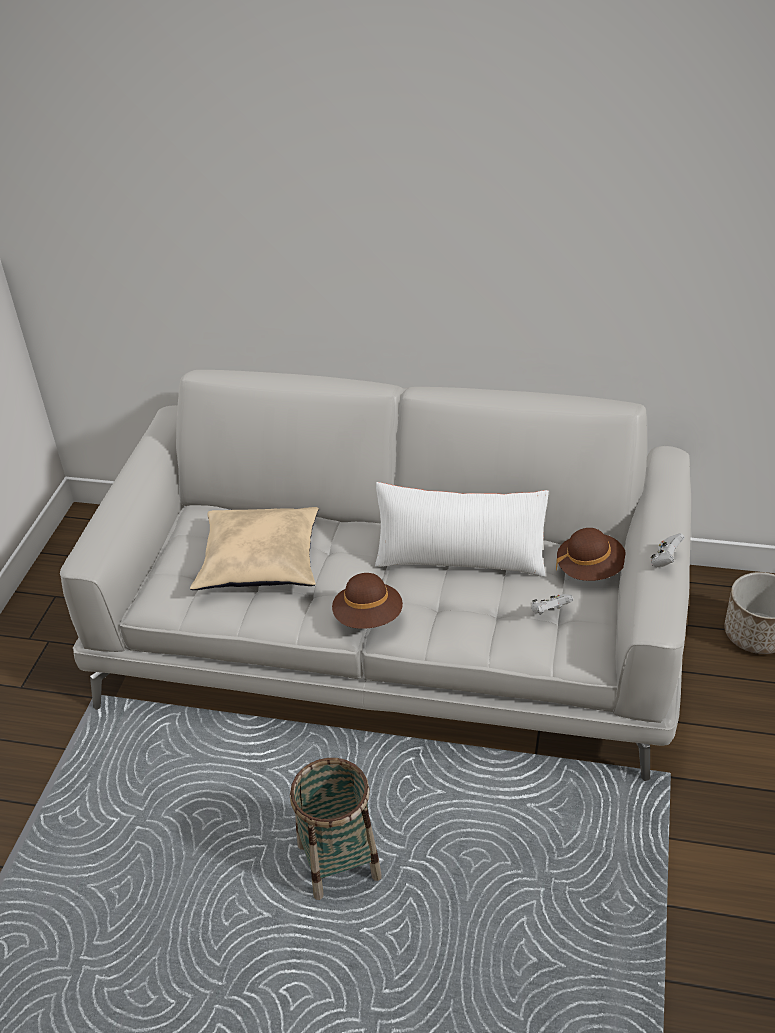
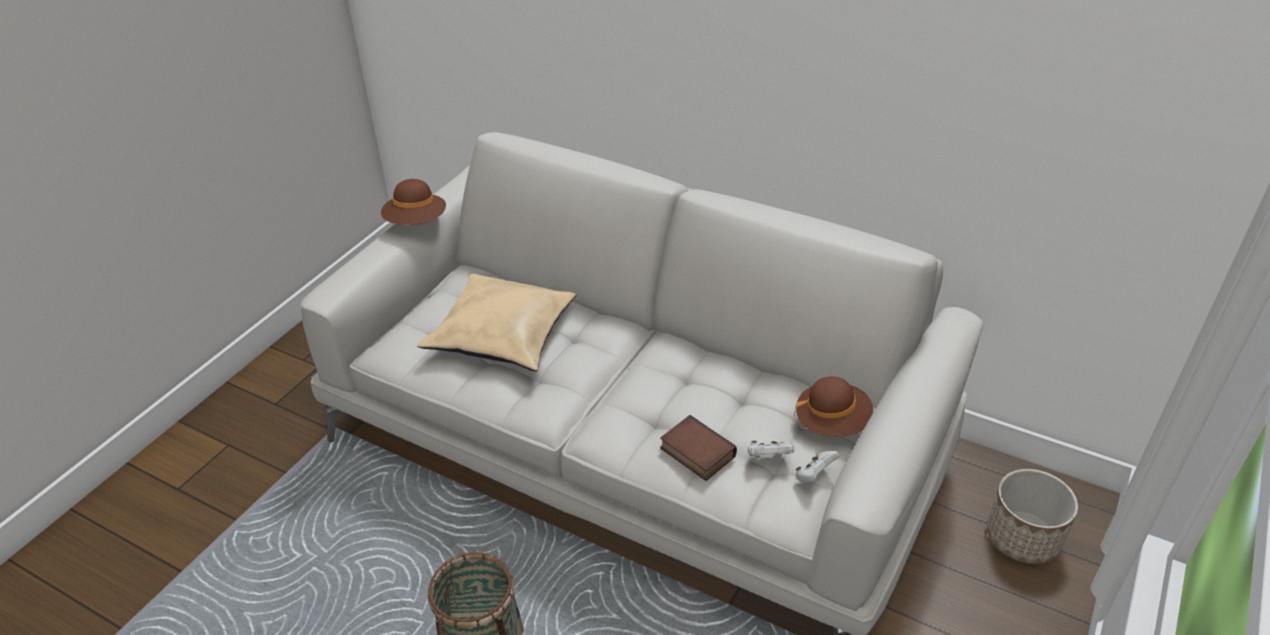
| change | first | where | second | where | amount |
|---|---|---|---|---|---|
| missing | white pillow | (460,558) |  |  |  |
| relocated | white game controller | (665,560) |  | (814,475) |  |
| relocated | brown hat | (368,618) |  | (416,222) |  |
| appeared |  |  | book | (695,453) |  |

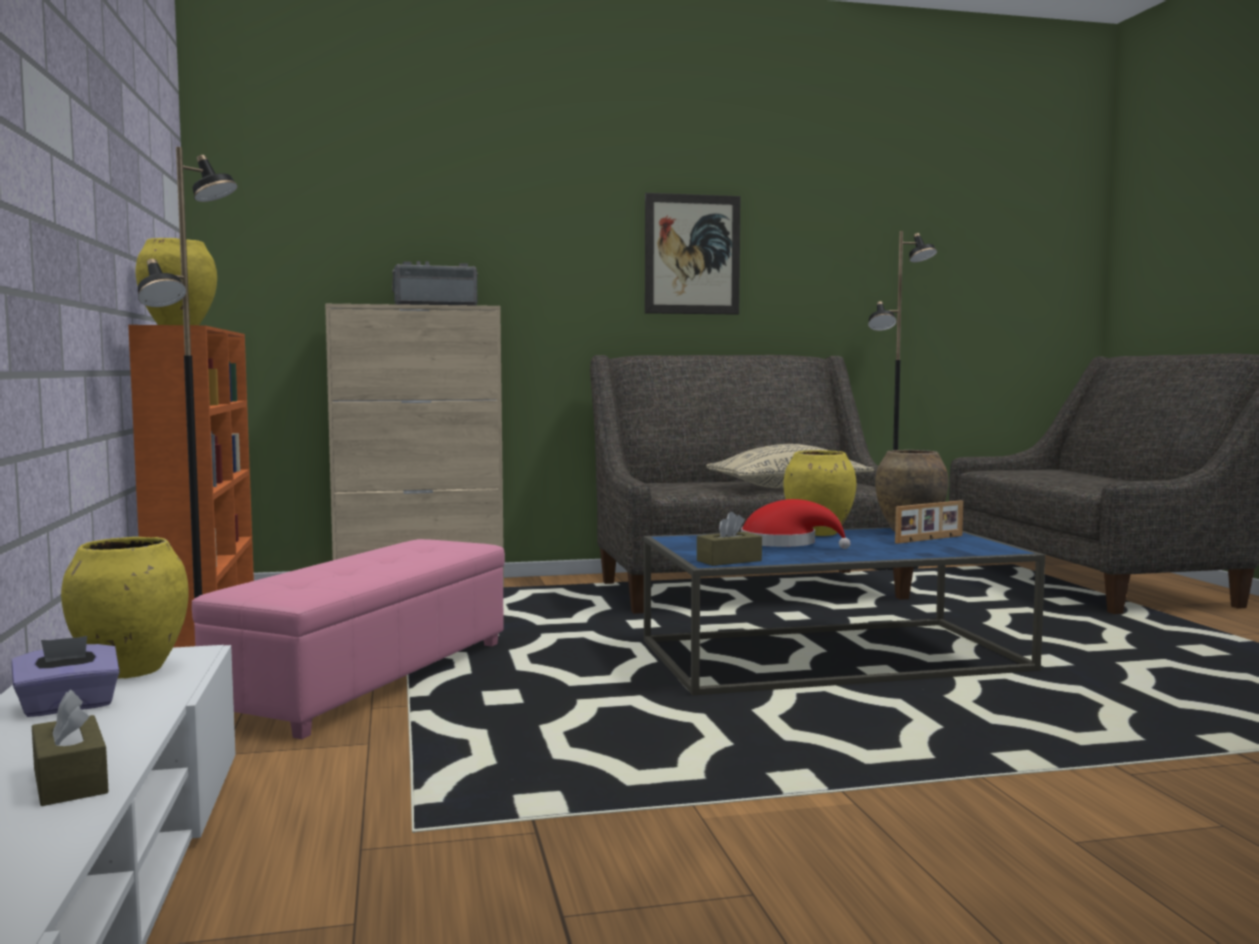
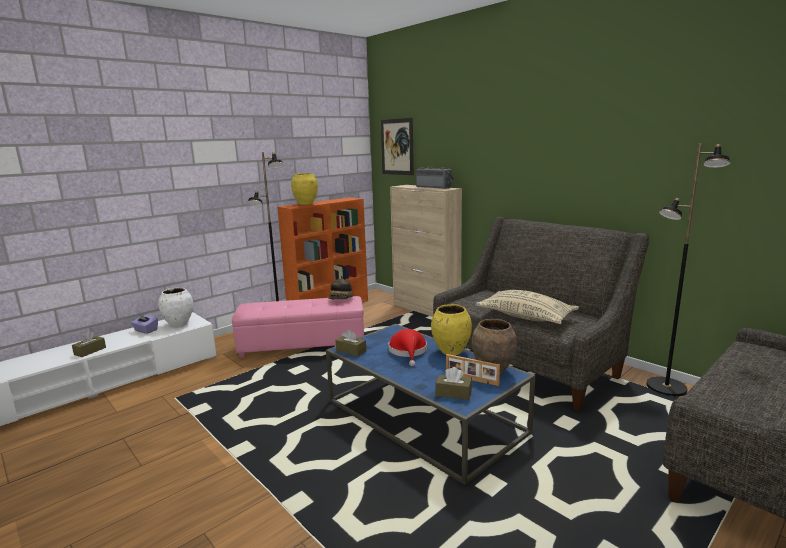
| change | first | where | second | where | amount |
|---|---|---|---|---|---|
| relocated | picture | (692,254) |  | (397,147) |  |
| colour | yellow vase | (129,671) | white vase | (178,324) |  |
| appeared |  |  | hat | (341,300) |  |
| appeared |  |  | brown tissue box | (453,393) |  |

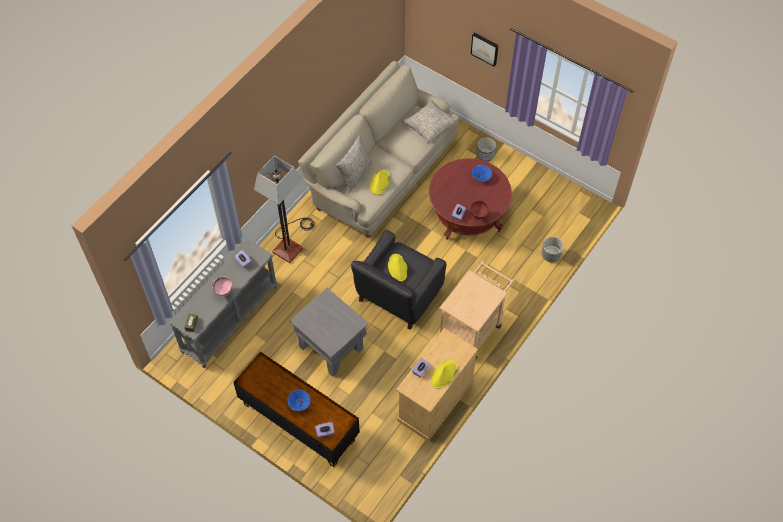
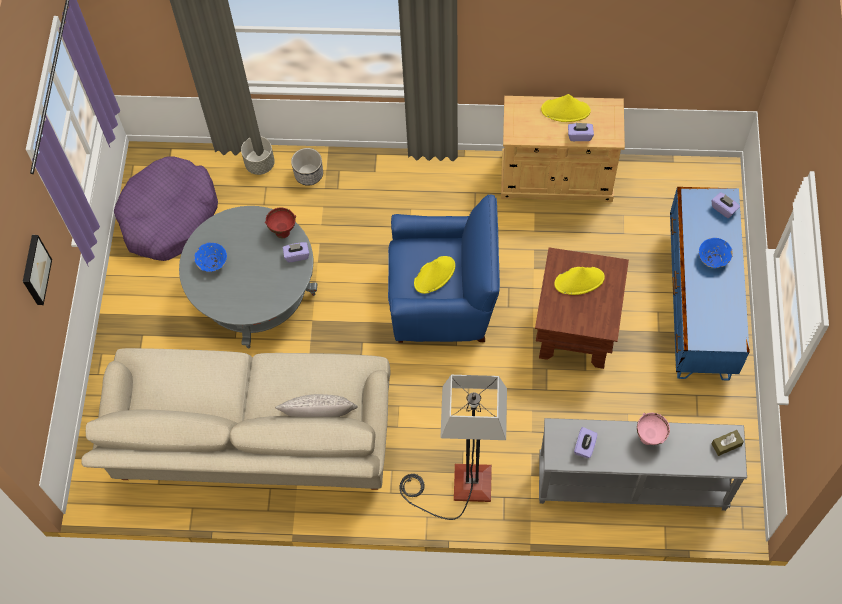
| change | first | where | second | where | amount |
|---|---|---|---|---|---|
| missing | grey pillow | (429,125) |  |  |  |
| relocated | planter | (485,154) |  | (308,174) |  |
| colour | red coffee table | (467,213) | grey coffee table | (254,292) |  |
| relocated | yellow hat | (379,183) |  | (579,281) |  |
| colour | black armchair | (397,296) | blue armchair | (444,300) |  |
| missing | beige cart | (473,328) |  |  |  |
| colour | grey side table | (331,347) | brown side table | (575,331) |  |
| colour | brown tv stand | (299,421) | blue tv stand | (698,303) |  |
| appeared |  |  | purple dog bed | (168,216) |  |

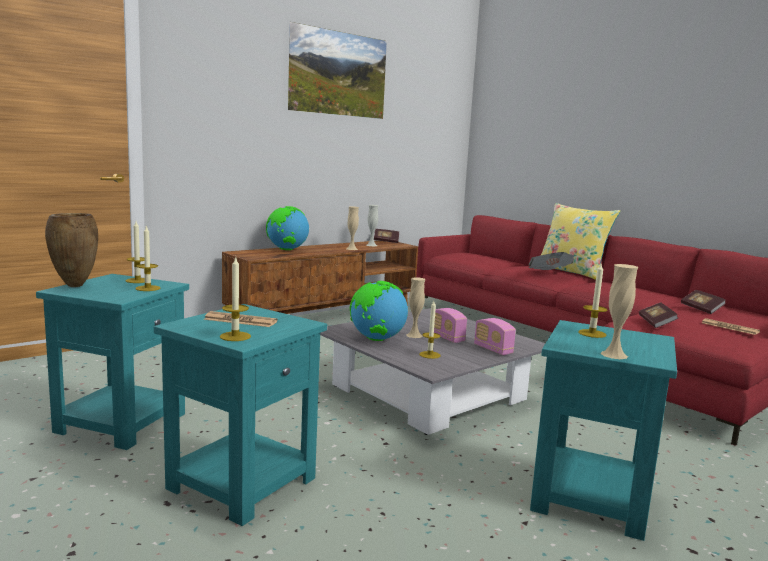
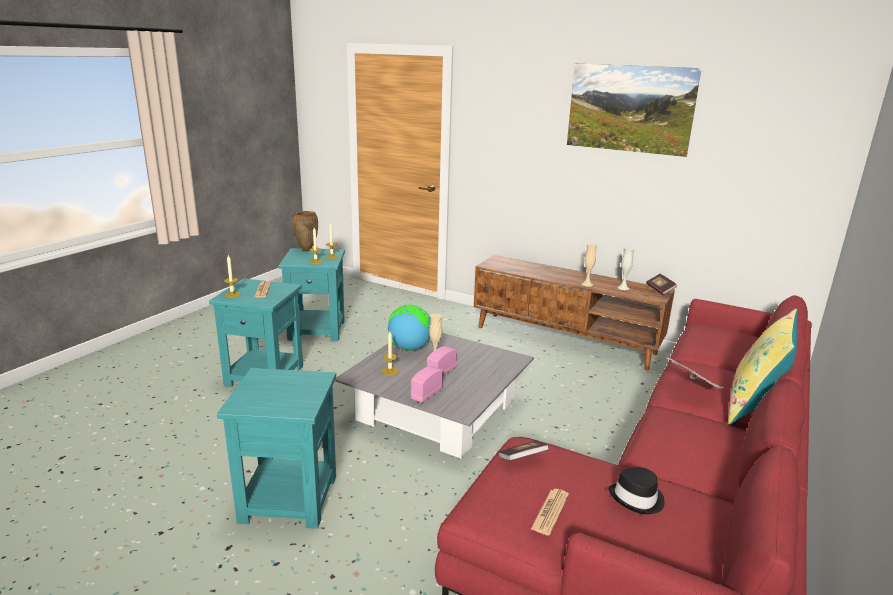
| change | first | where | second | where | amount |
|---|---|---|---|---|---|
| missing | globe | (287,250) |  |  |  |
| missing | candle | (592,333) |  |  |  |
| missing | beige vase | (614,355) |  |  |  |
| exchanged | book | (701,309) | black hat | (637,498) |  |

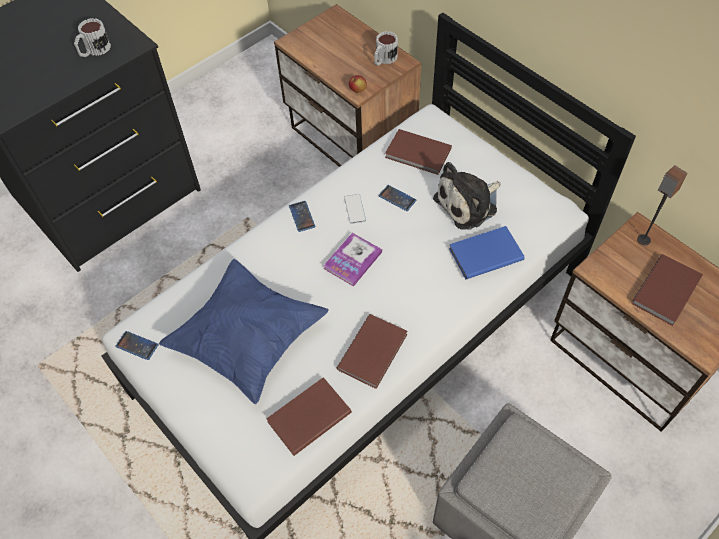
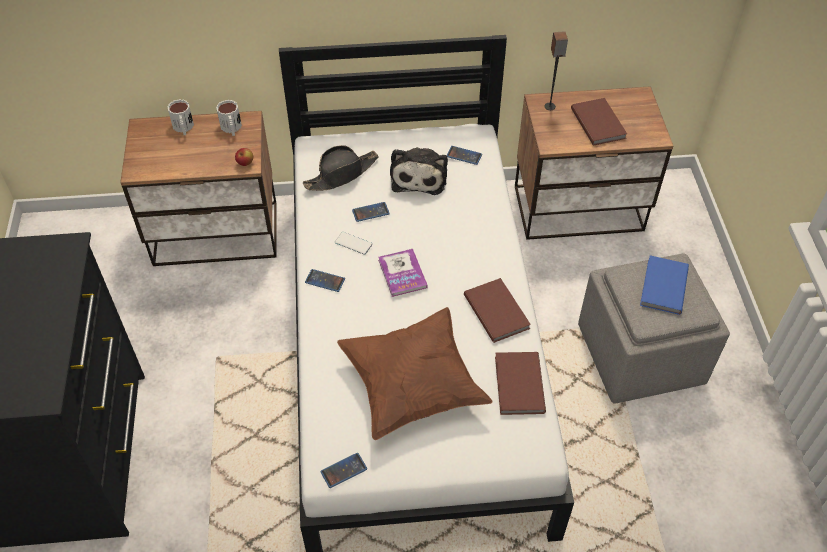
| change | first | where | second | where | amount |
|---|---|---|---|---|---|
| relocated | mug | (94,50) |  | (183,128) |  |
| exchanged | brown book | (418,154) | black hat | (341,174) |  |
| relocated | blue book | (484,253) |  | (662,287) |  |
| colour | blue pillow | (248,340) | brown pillow | (412,386) |  |
| appeared |  |  | phone | (464,155) |  |

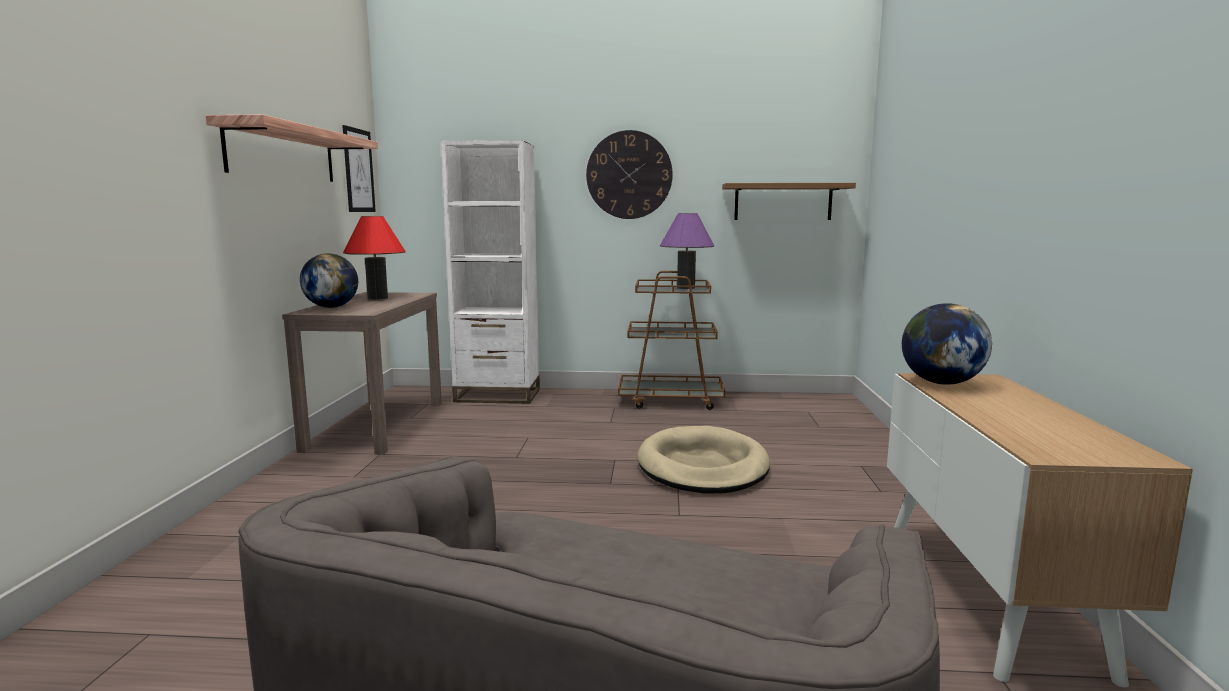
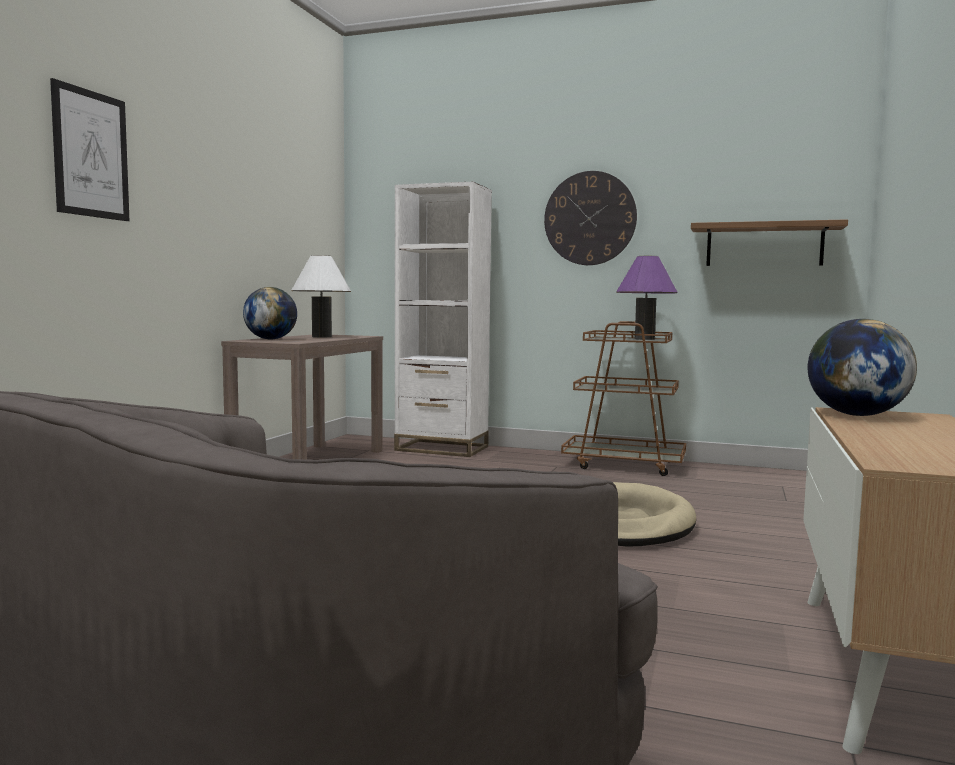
| change | first | where | second | where | amount |
|---|---|---|---|---|---|
| missing | shelf | (283,154) |  |  |  |
| relocated | picture | (358,170) |  | (91,154) |  |
| colour | red table lamp | (377,298) | white table lamp | (321,336) |  |

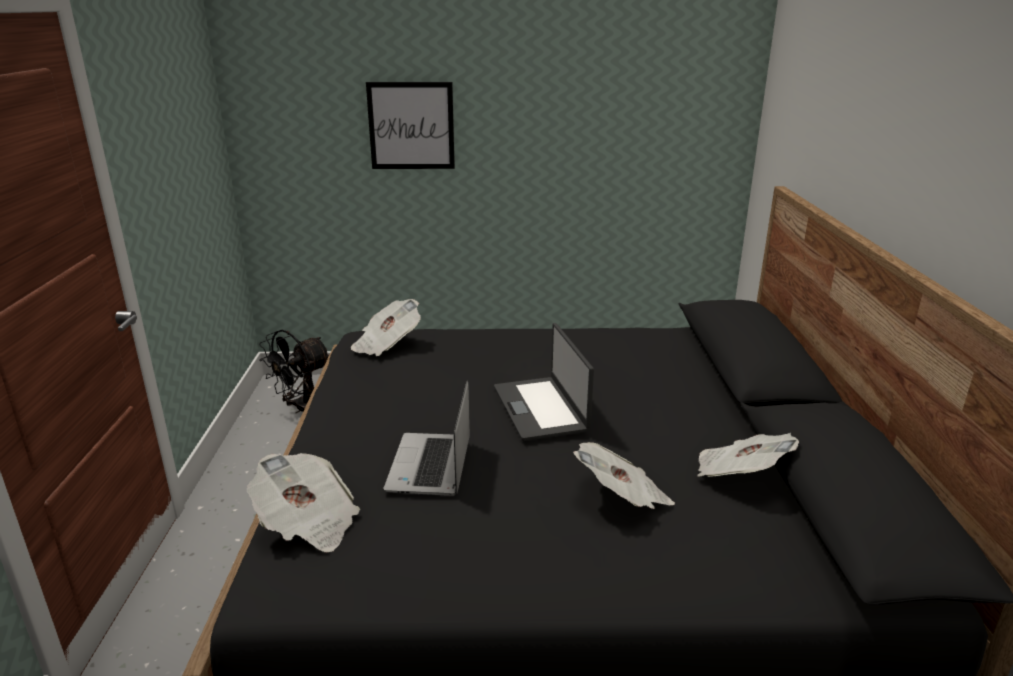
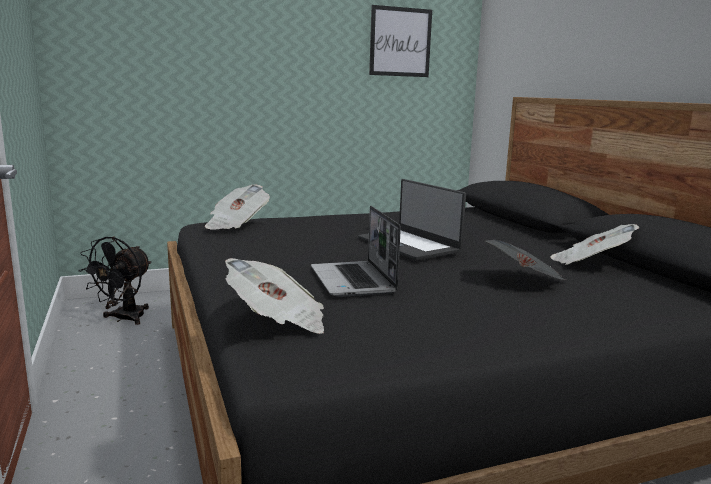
| change | first | where | second | where | amount |
|---|---|---|---|---|---|
| relocated | picture | (411,126) |  | (400,42) |  |

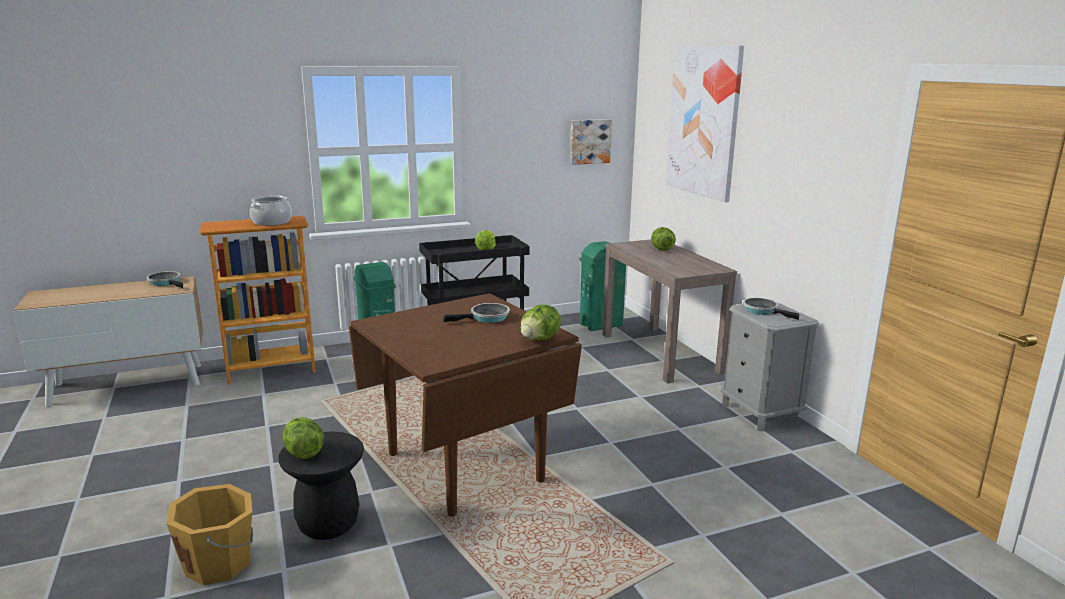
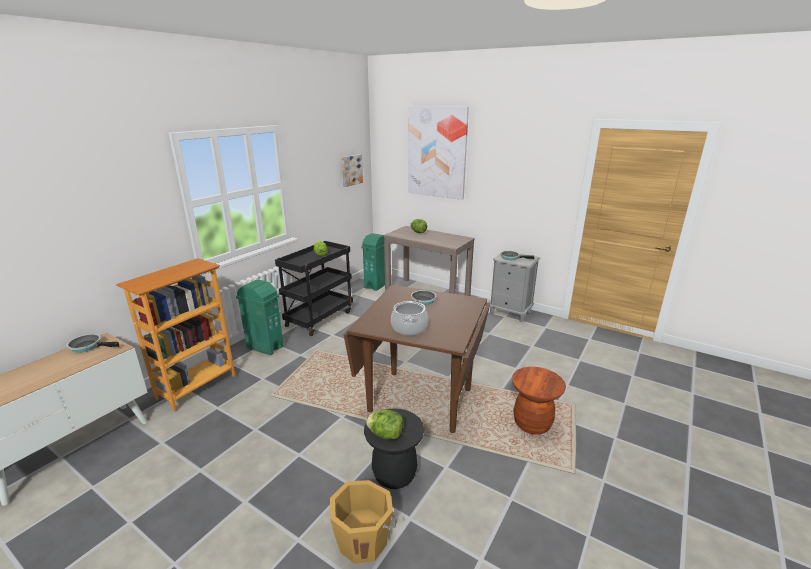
| change | first | where | second | where | amount |
|---|---|---|---|---|---|
| relocated | cooking pot | (271,222) |  | (409,328) |  |
| missing | lettuce | (539,339) |  |  |  |
| appeared |  |  | brown stool | (532,423) |  |

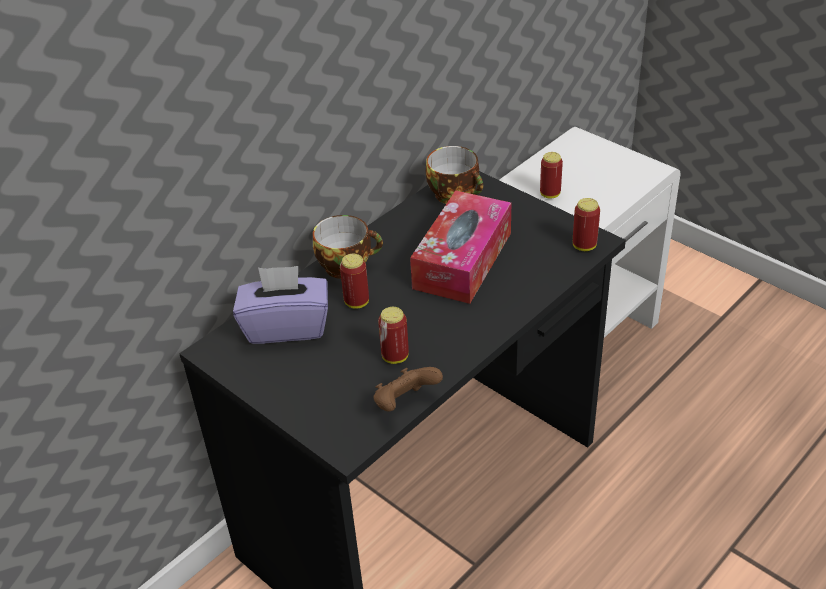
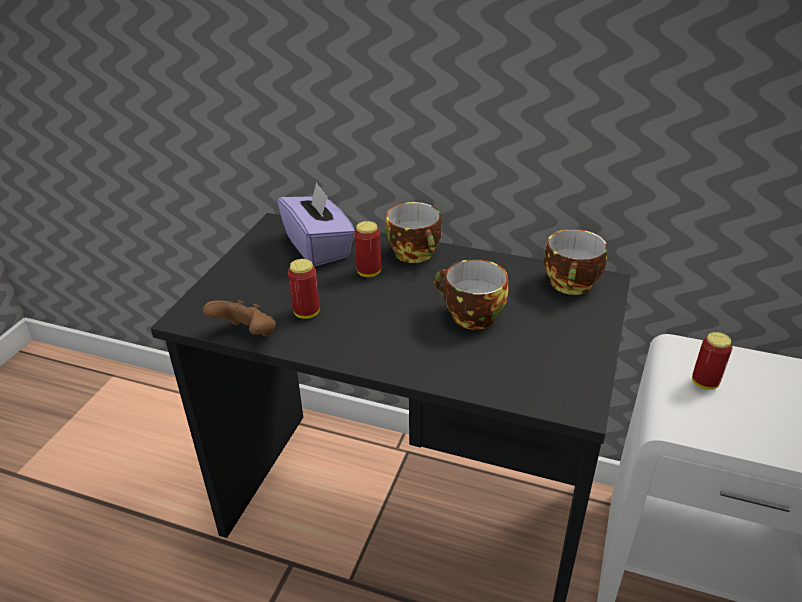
| change | first | where | second | where | amount |
|---|---|---|---|---|---|
| exchanged | tissue box | (462,260) | cup | (470,316) |  |
| missing | can | (584,246) |  |  |  |

